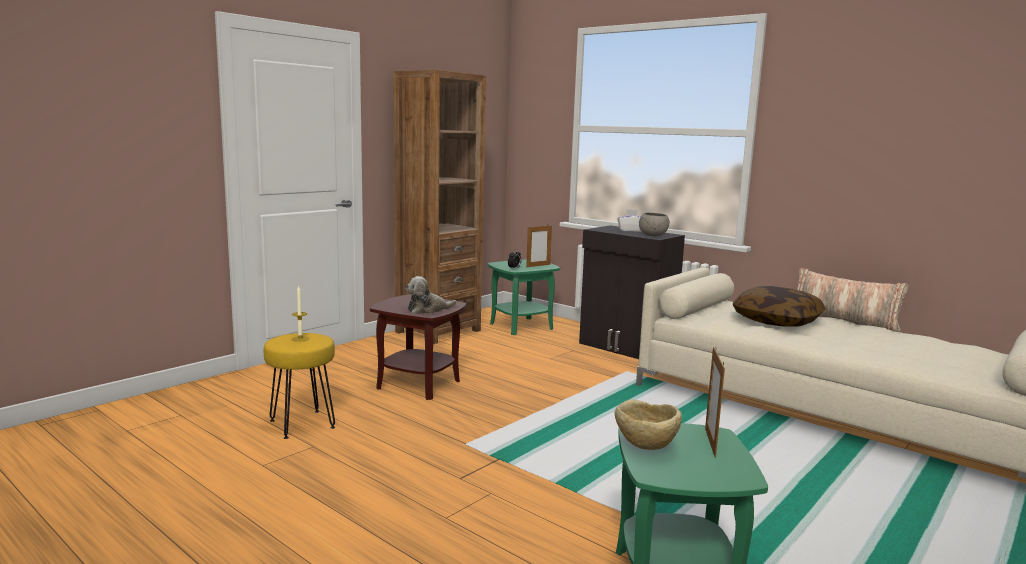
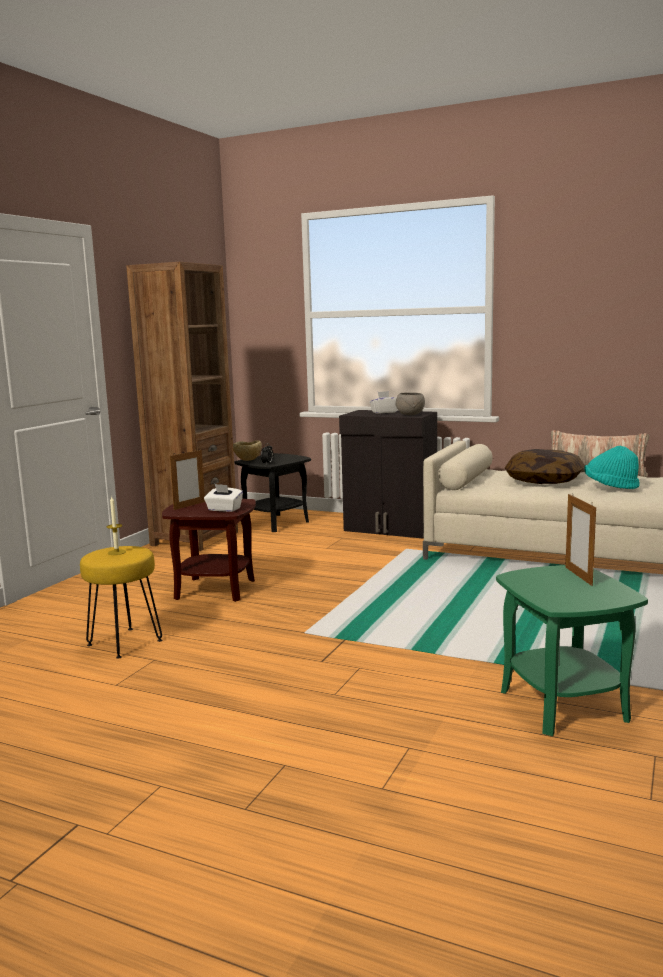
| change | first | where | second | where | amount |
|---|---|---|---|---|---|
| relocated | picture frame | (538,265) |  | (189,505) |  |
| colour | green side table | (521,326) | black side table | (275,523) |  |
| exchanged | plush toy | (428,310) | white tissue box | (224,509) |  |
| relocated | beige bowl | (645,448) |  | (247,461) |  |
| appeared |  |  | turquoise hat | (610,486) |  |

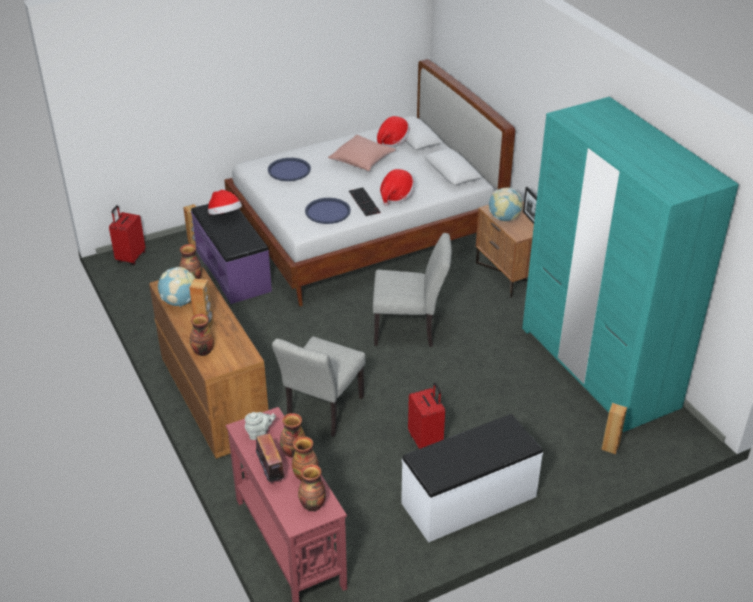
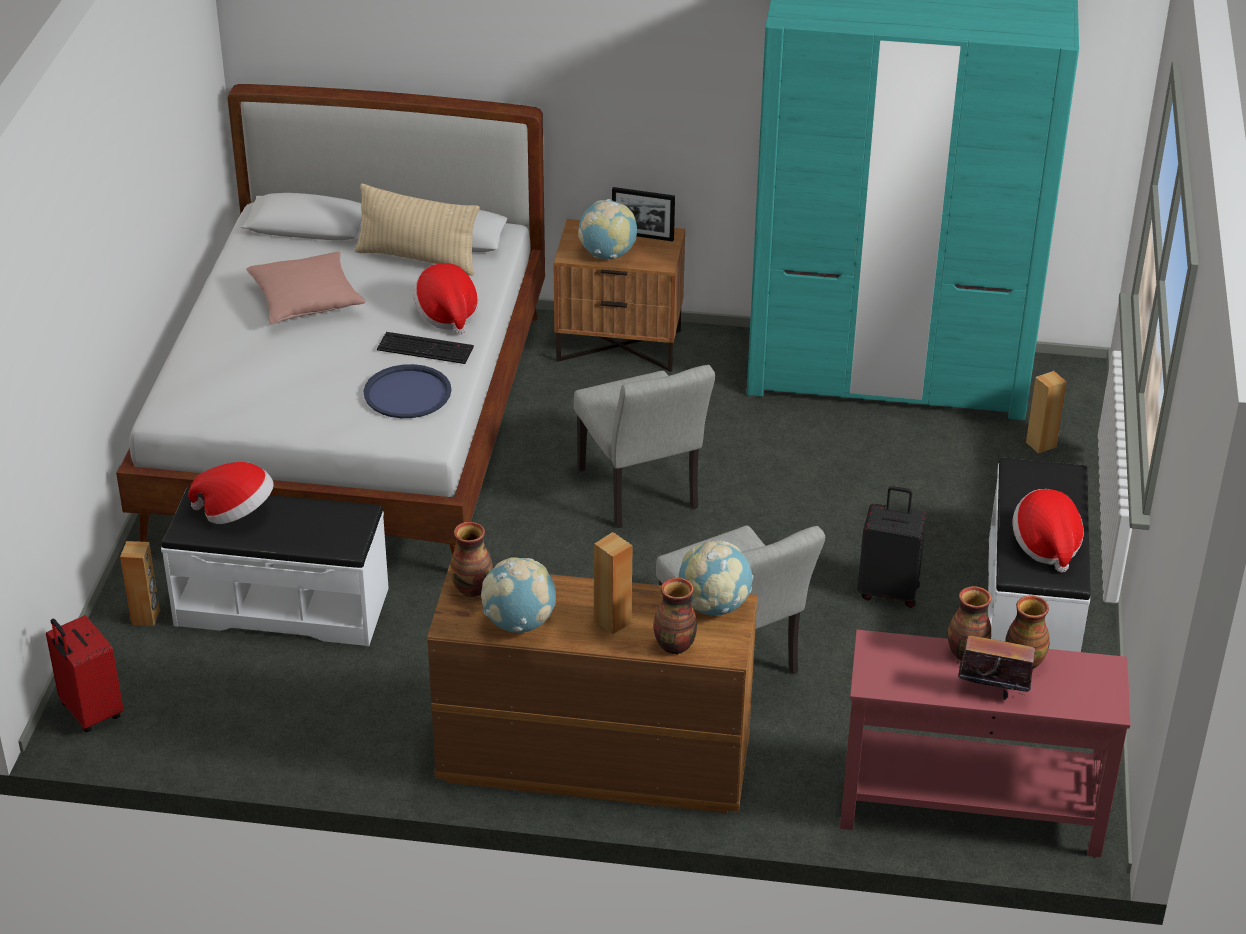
| change | first | where | second | where | amount |
|---|---|---|---|---|---|
| relocated | hat | (392,141) |  | (1046,545) |  |
| missing | blue tray | (289,170) |  |  |  |
| colour | purple bench | (234,271) | white bench | (282,606) |  |
| spun | grey chair | (410,330) |  | (642,494) | 120 degrees clockwise |
| colour | red suitcase | (426,441) | black suitcase | (889,591) |  |
| missing | grey teapot | (259,433) |  |  |  |
| missing | vase | (313,505) |  |  |  |
| appeared |  |  | beige pillow | (417,259) |  |
| appeared |  |  | globe | (714,606) |  |

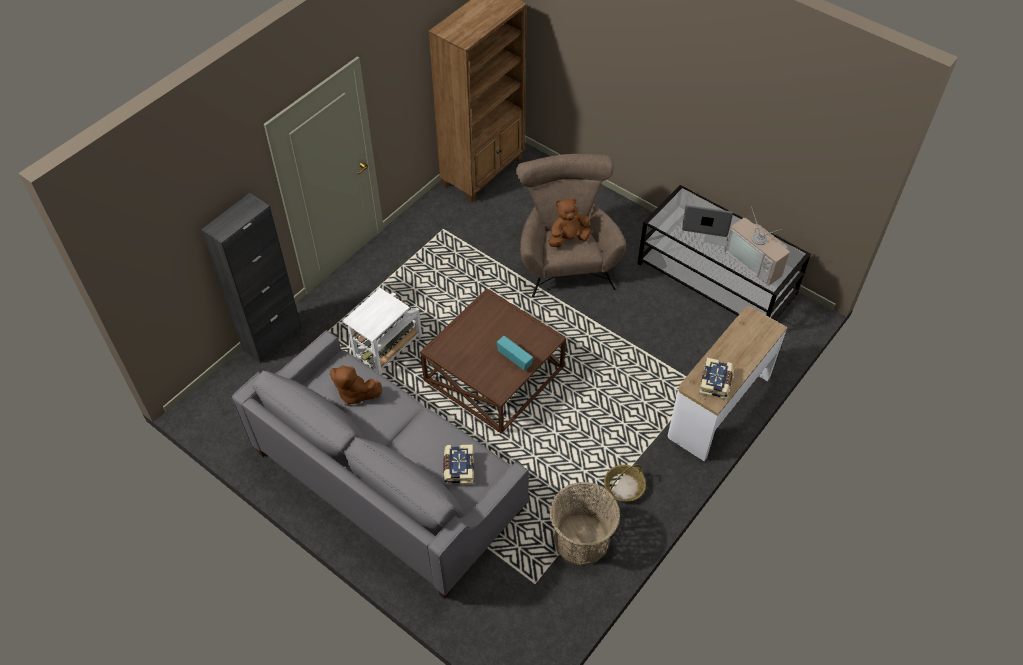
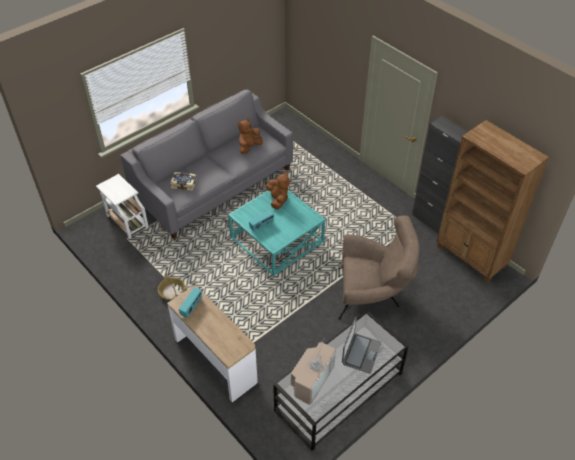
| change | first | where | second | where | amount |
|---|---|---|---|---|---|
| relocated | black cabinet | (272,339) |  | (431,220) |  |
| relocated | brown plush toy | (568,239) |  | (278,199) |  |
| spun | television | (756,261) |  | (311,379) | 150 degrees clockwise |
| relocated | white side table | (386,349) |  | (126,221) |  |
| colour | brown coffee table | (493,374) | turquoise coffee table | (276,239) |  |
| exchanged | book | (715,383) | radio | (191,307) |  |
| missing | basket | (581,540) |  |  |  |

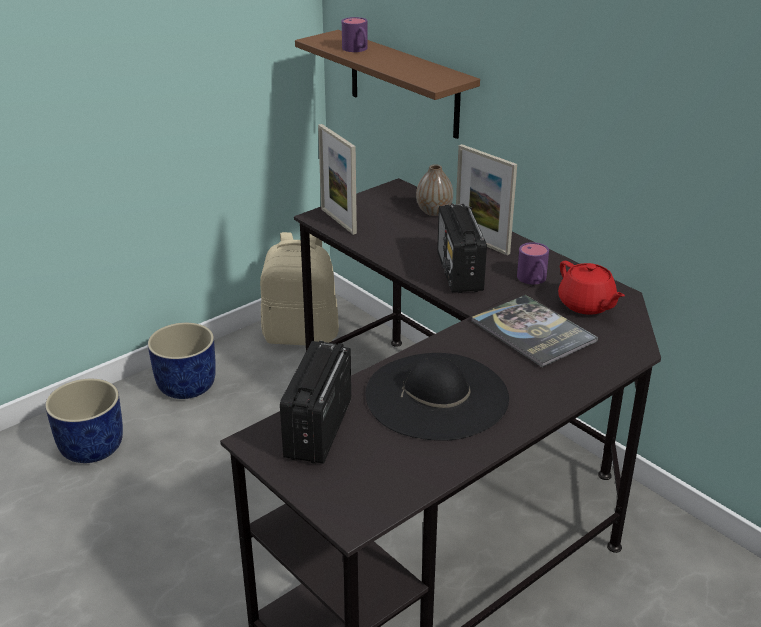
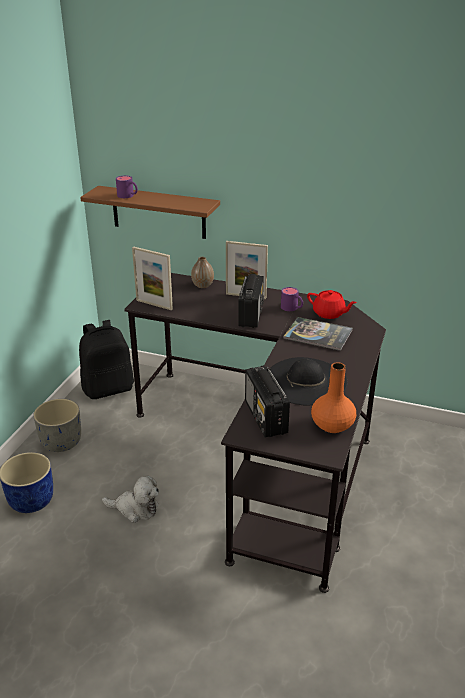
| change | first | where | second | where | amount |
|---|---|---|---|---|---|
| spun | radio | (459,272) |  | (251,315) | 135 degrees counterclockwise |
| colour | beige backpack | (301,335) | black backpack | (108,388) |  |
| colour | blue planter | (187,386) | grey planter | (62,442) |  |
| appeared |  |  | orange vase | (332,425) |  |
| appeared |  |  | plush toy | (135,508) |  |

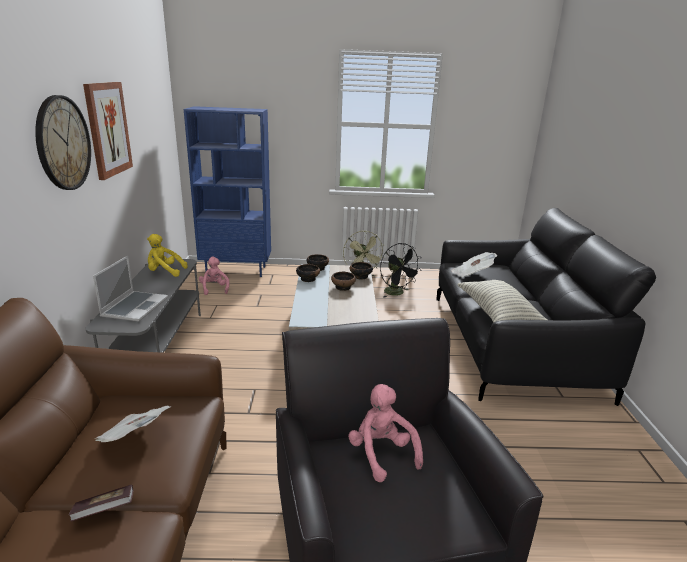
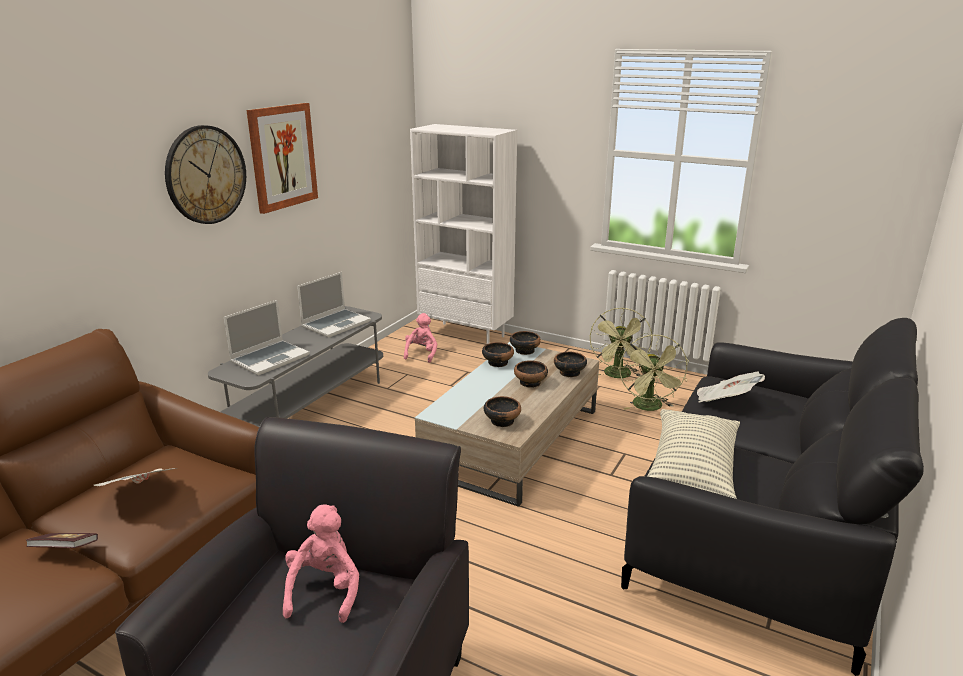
| change | first | where | second | where | amount |
|---|---|---|---|---|---|
| colour | blue bookcase | (237,270) | white bookcase | (466,335) |  |
| exchanged | yellow plush toy | (164,272) | laptop | (336,324) |  |
| colour | black fan | (397,293) | green fan | (650,408) |  |
| appeared |  |  | bowl | (502,421) |  |

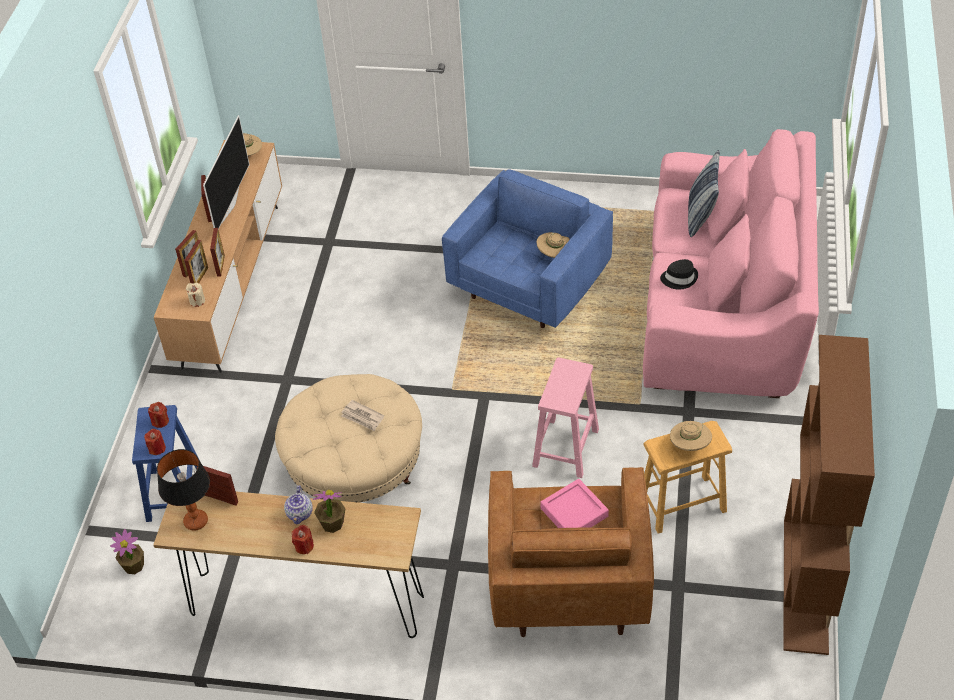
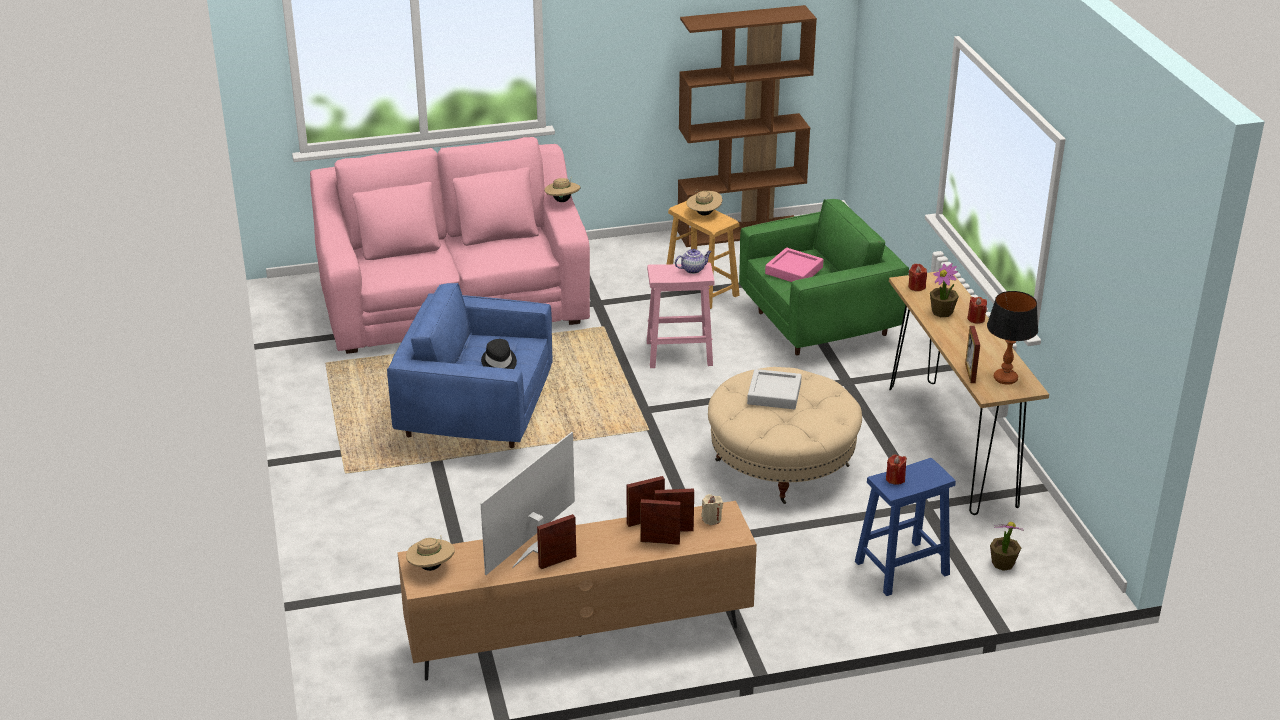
| change | first | where | second | where | amount |
|---|---|---|---|---|---|
| spun | television | (229,205) |  | (536,549) | 45 degrees counterclockwise |
| missing | pillow | (701,216) |  |  |  |
| relocated | beige hat | (554,254) |  | (562,201) |  |
| relocated | black hat | (679,278) |  | (499,363) |  |
| exchanged | newspaper | (362,417) | grey tray | (774,394) |  |
| relocated | red candle | (157,448) |  | (916,287) |  |
| colour | brown armchair | (568,582) | green armchair | (818,325) |  |
| relocated | teapot | (300,514) |  | (693,269) |  |

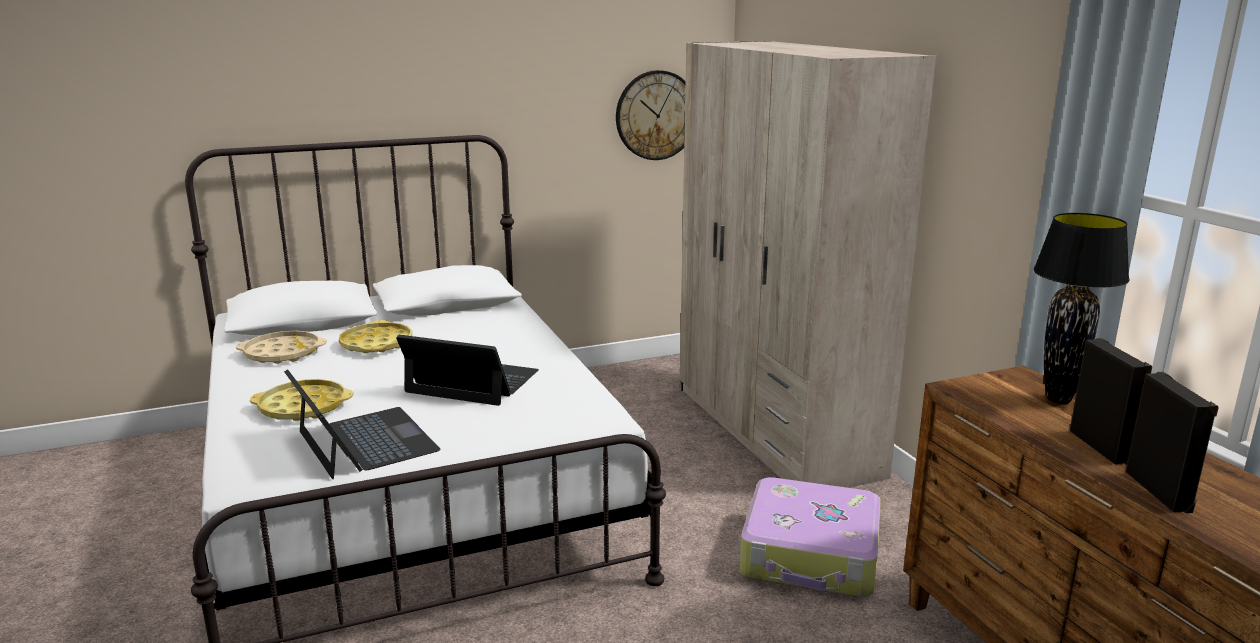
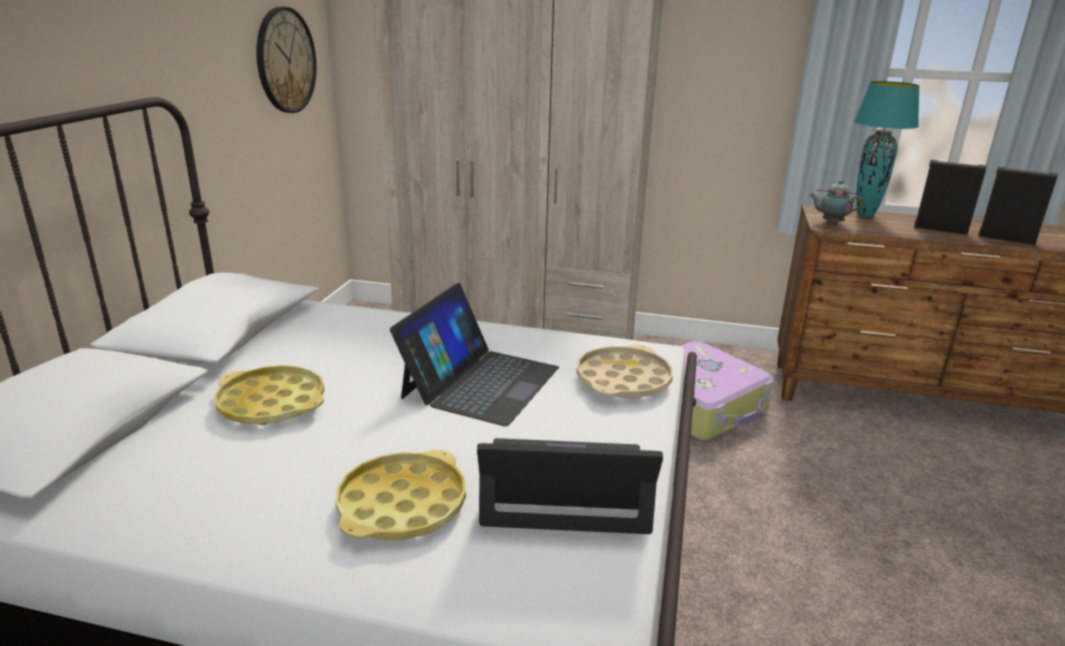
| change | first | where | second | where | amount |
|---|---|---|---|---|---|
| colour | black table lamp | (1059,400) | turquoise table lamp | (865,215) |  |
| relocated | beige tray | (282,353) |  | (623,380) |  |
| spun | laptop | (472,382) |  | (480,382) | 150 degrees clockwise |
| appeared |  |  | teapot | (830,223) |  |

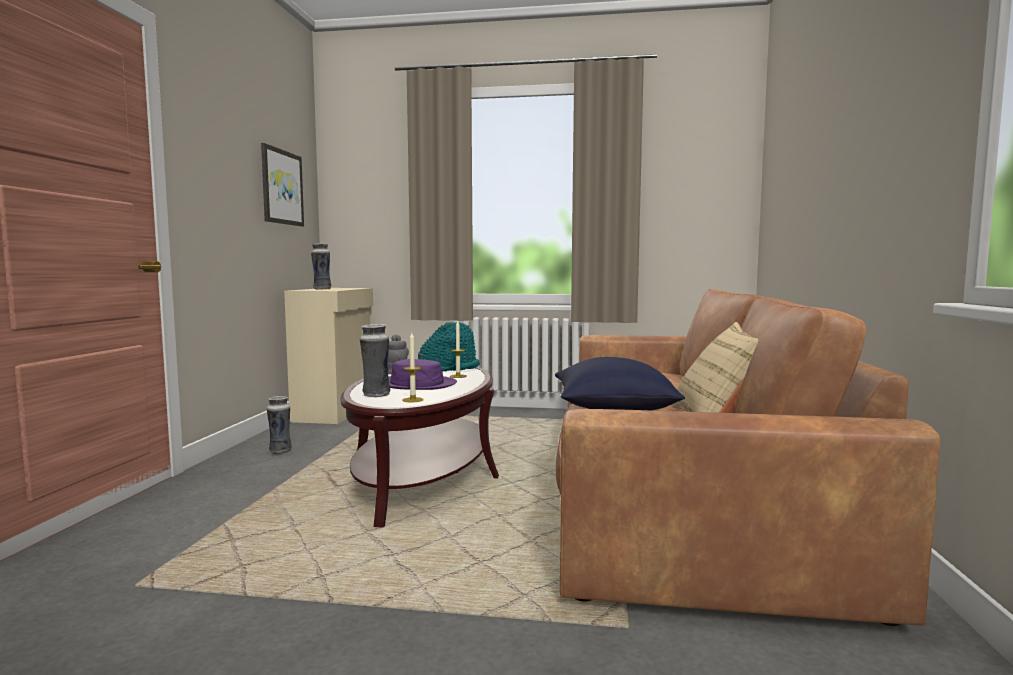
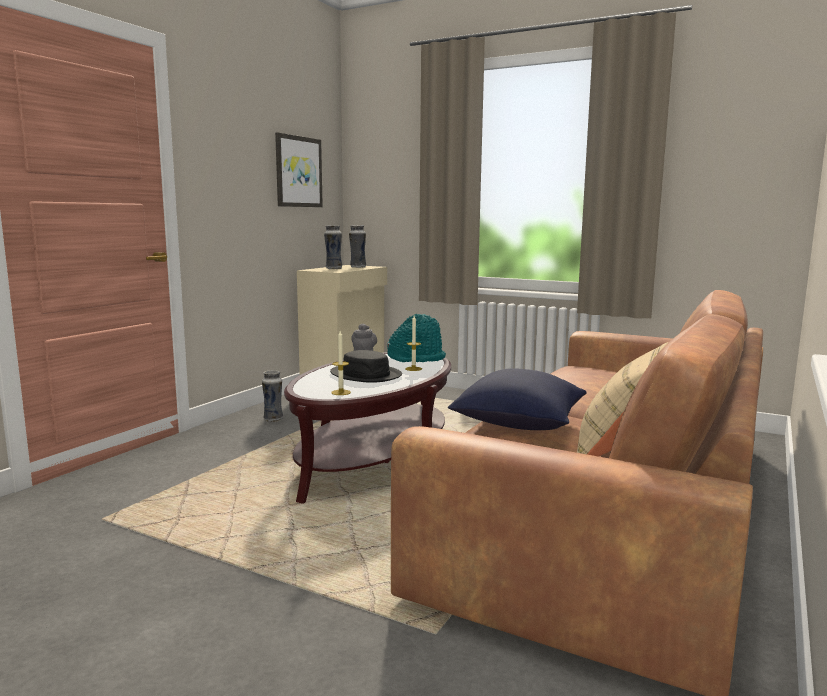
| change | first | where | second | where | amount |
|---|---|---|---|---|---|
| relocated | vase | (376,395) |  | (357,267) |  |
| colour | purple hat | (417,384) | black hat | (366,374) |  |

